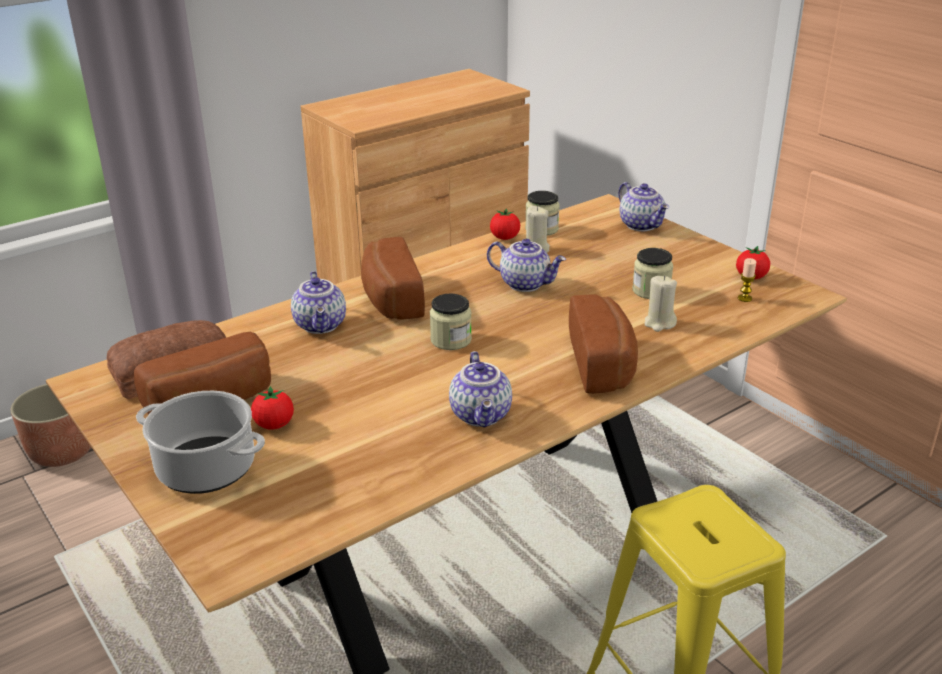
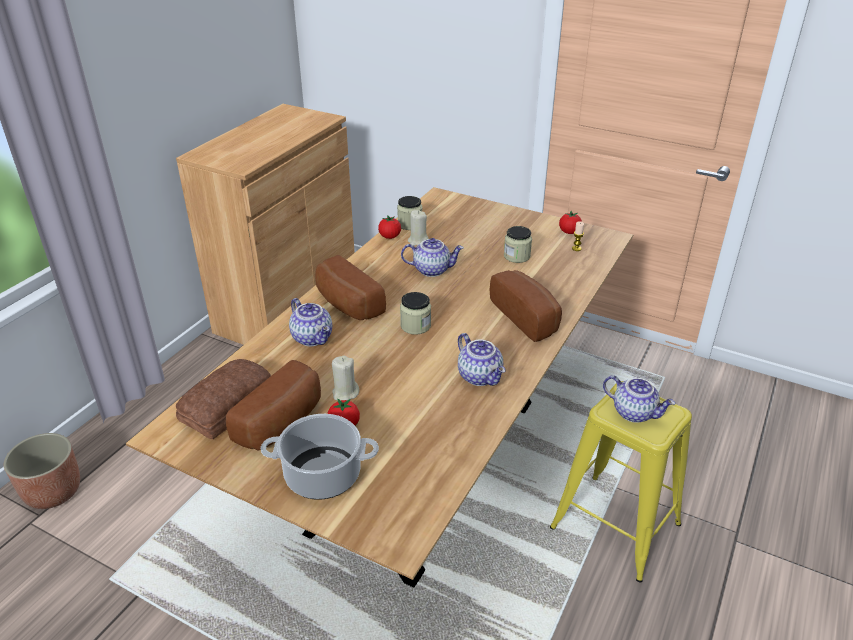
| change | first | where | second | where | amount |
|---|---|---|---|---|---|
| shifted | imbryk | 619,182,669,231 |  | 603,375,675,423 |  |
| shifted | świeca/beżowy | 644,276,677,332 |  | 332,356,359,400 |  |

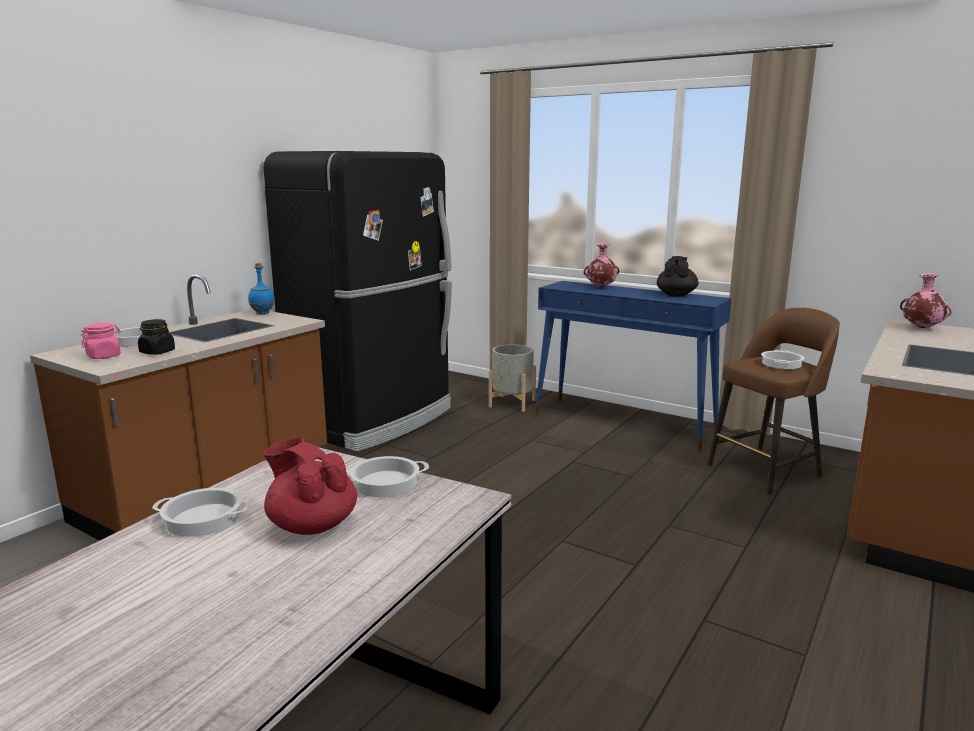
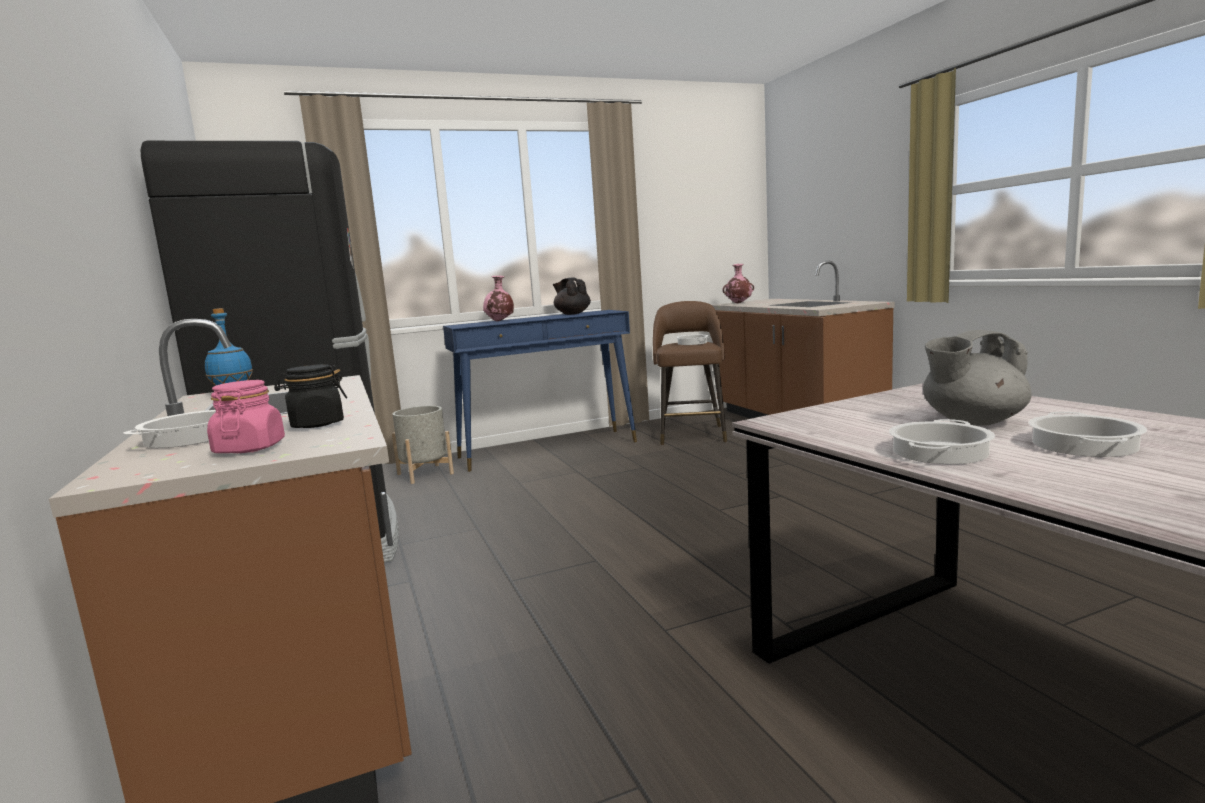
| change | first | where | second | where | amount |
|---|---|---|---|---|---|
| repainted | imbryk/czerwony | 263,438,357,535 | imbryk/szary | 923,330,1031,426 |  |
| shifted | garnek | 346,456,429,497 |  | 1029,412,1147,457 |  |

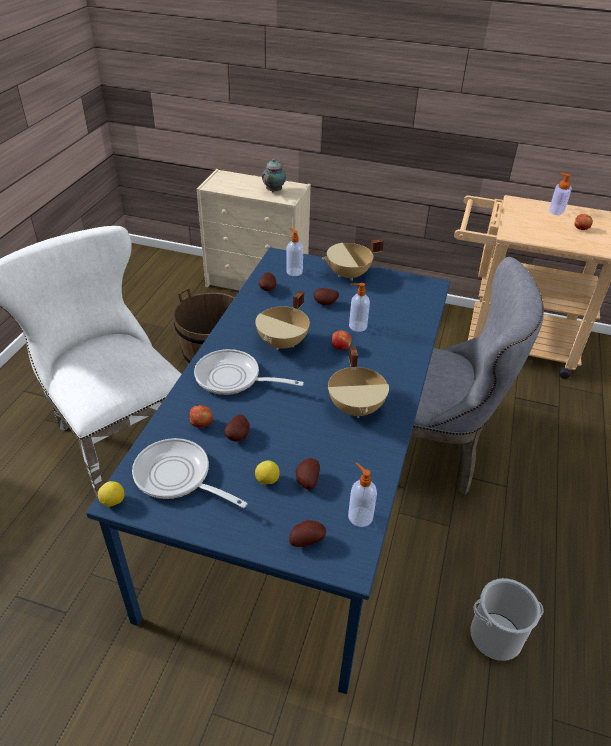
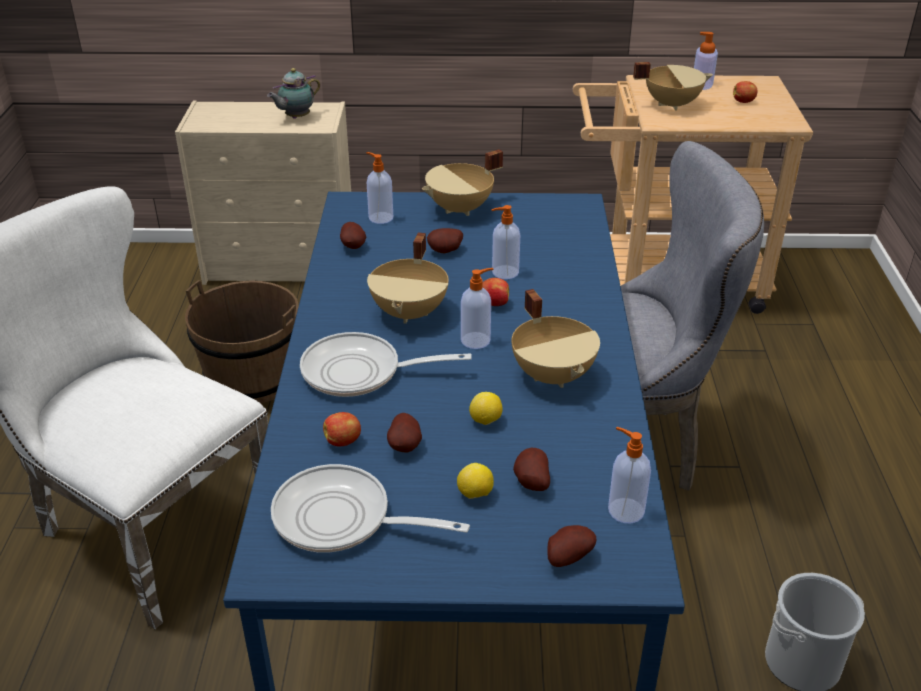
| change | first | where | second | where | amount |
|---|---|---|---|---|---|
| rotated | imbryk | 262,159,286,192 |  | 267,68,320,119 | 135 degrees counterclockwise |
| shifted | cytryna | 98,481,124,507 |  | 469,392,503,425 |  |
| new |  |  | garnek/beżowy | 633,62,713,110 |  |
| new |  |  | dozownik mydła | 461,268,493,349 |  |

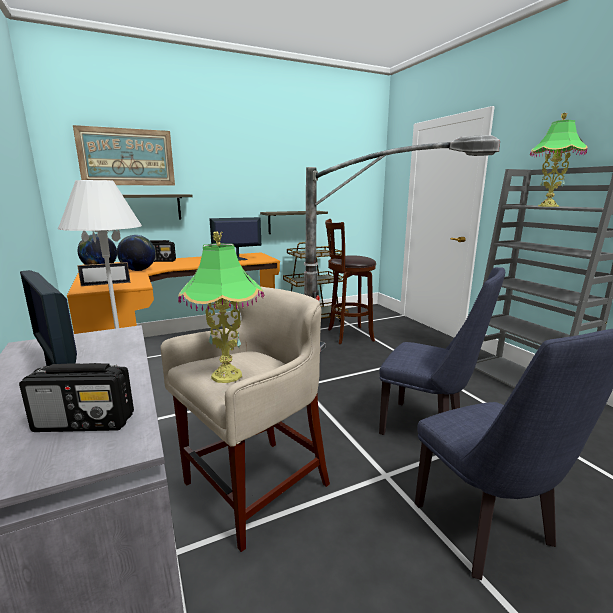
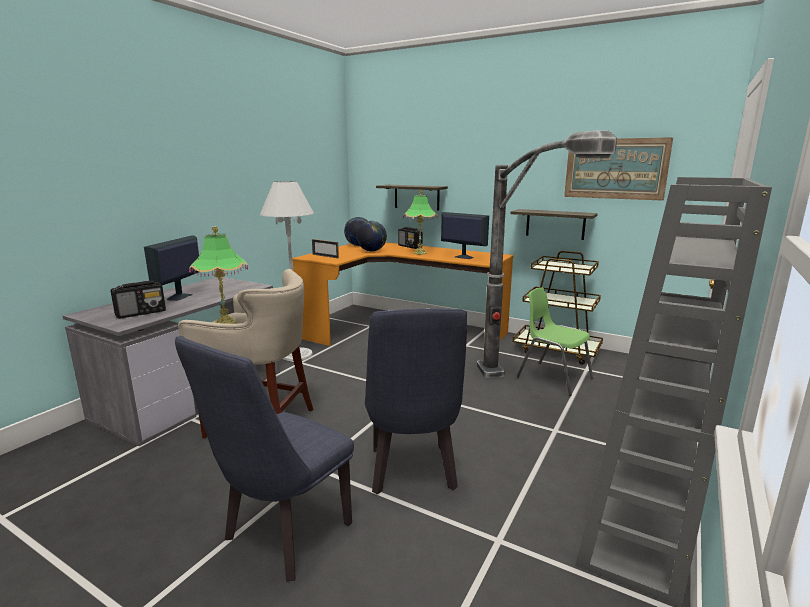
| change | first | where | second | where | amount |
|---|---|---|---|---|---|
| shifted | lampa stołowa | 530,113,587,207 |  | 403,190,438,255 |  |
| shifted | obraz | 73,125,175,186 |  | 564,137,673,201 |  |
| swapped | stołek/brązowy | 325,219,376,344 | krzesło/zielony | 517,288,593,396 |  |
| rotated | radio | 19,363,134,432 |  | 111,280,166,319 | 90 degrees counterclockwise |

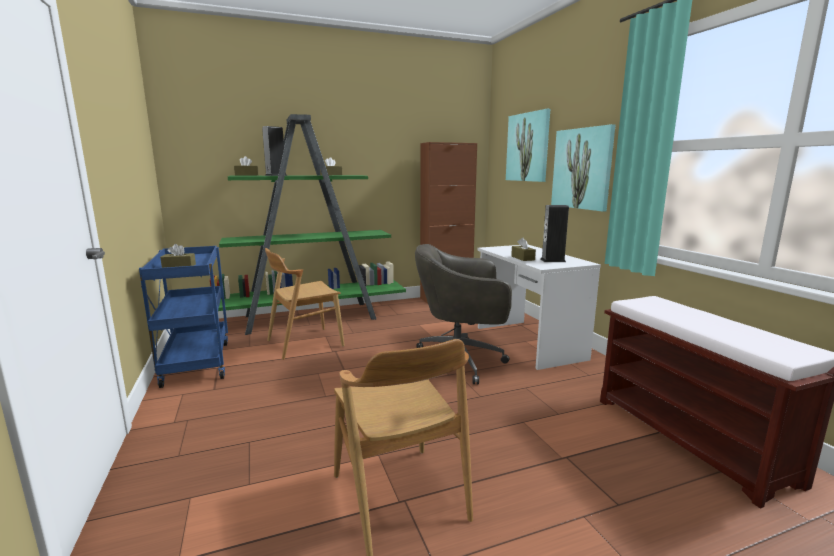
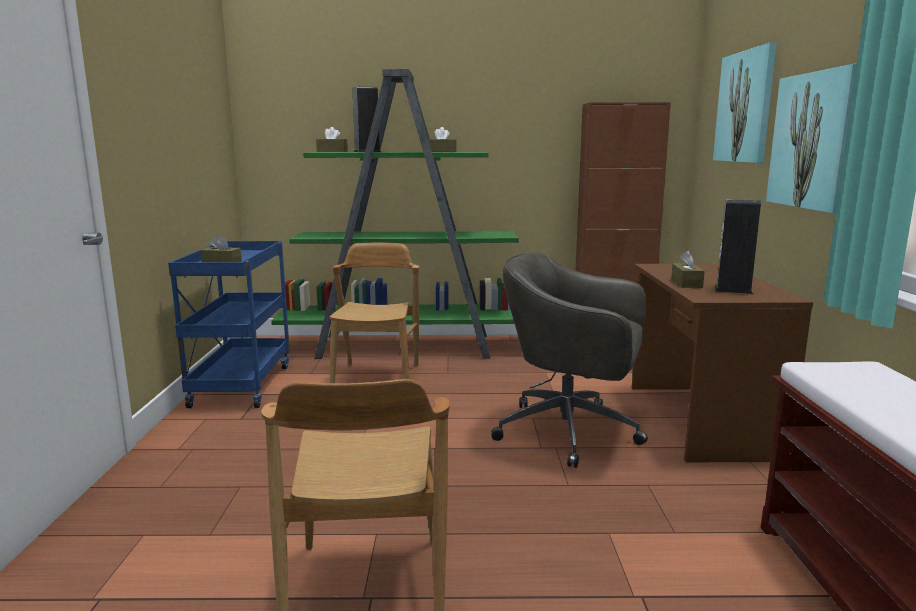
| change | first | where | second | where | amount |
|---|---|---|---|---|---|
| repainted | biurko/biały | 477,245,601,370 | biurko/brązowy | 632,264,813,462 |  |
| rotated | krzesło/brązowy | 265,248,345,360 |  | 329,242,419,383 | 105 degrees clockwise |

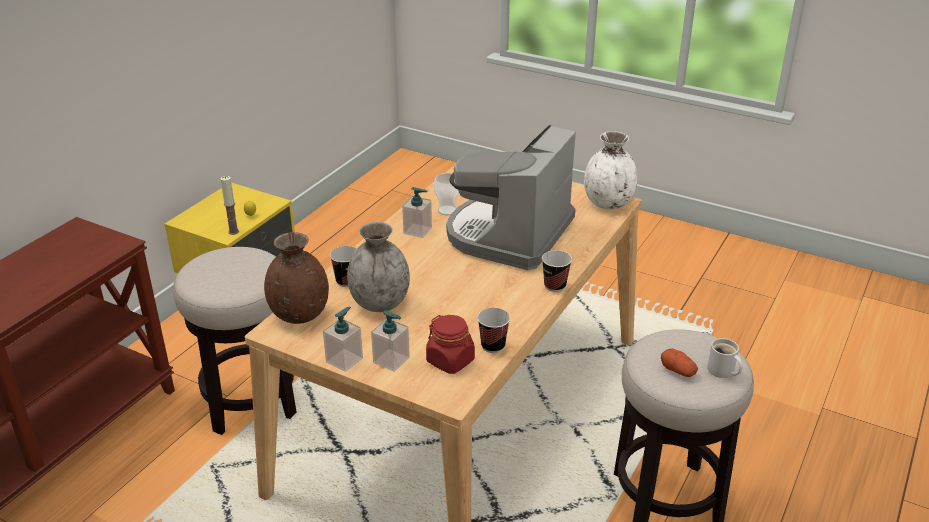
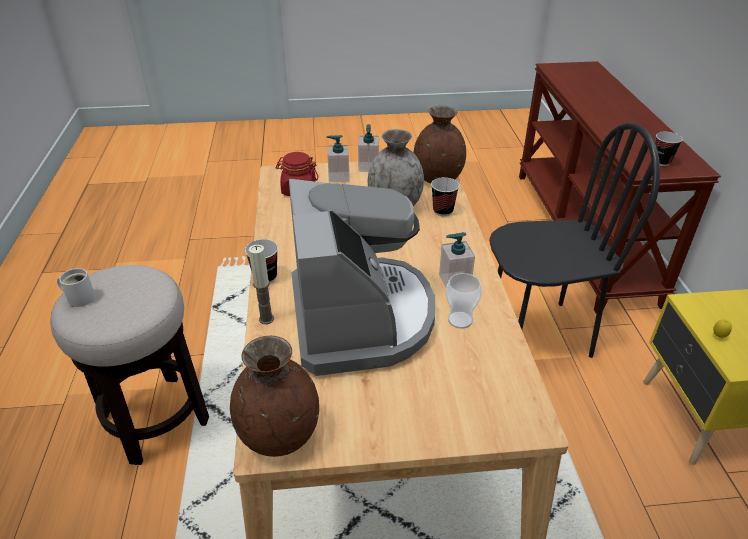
| change | first | where | second | where | amount |
|---|---|---|---|---|---|
| repainted | wazon/biały | 584,131,637,209 | wazon/brązowy | 230,336,319,457 |  |
| shifted | świeca | 220,176,239,235 |  | 249,244,274,324 |  |
| swapped | stołek | 173,247,296,435 | krzesło/czarny | 489,122,660,358 |  |
| shifted | filiżanka | 477,308,510,353 |  | 655,132,683,166 |  |
| gone | ziemniak | 661,349,698,377 |  |  |  |

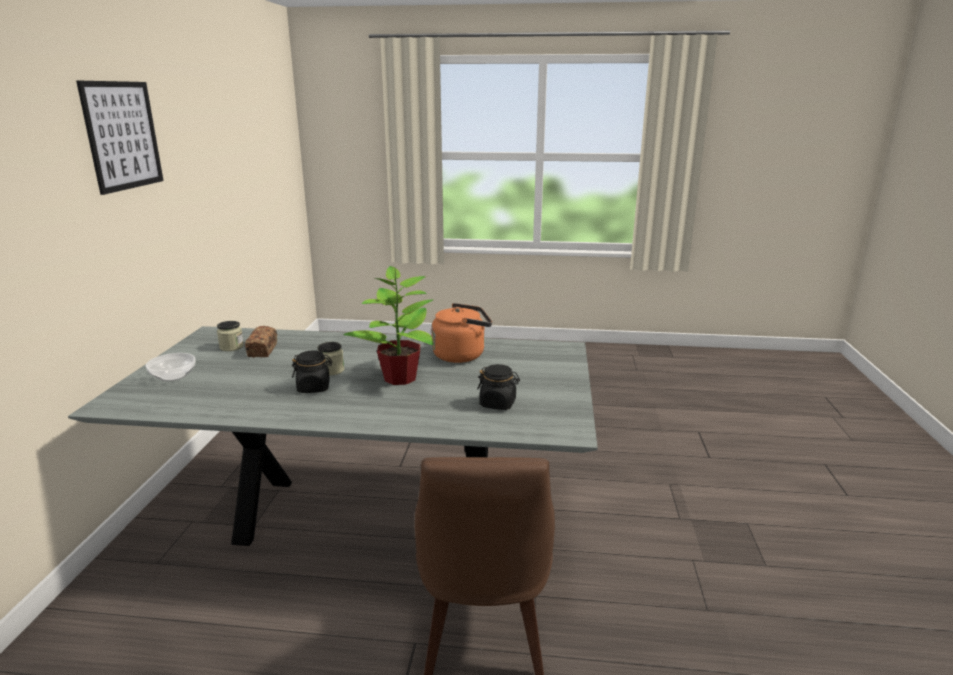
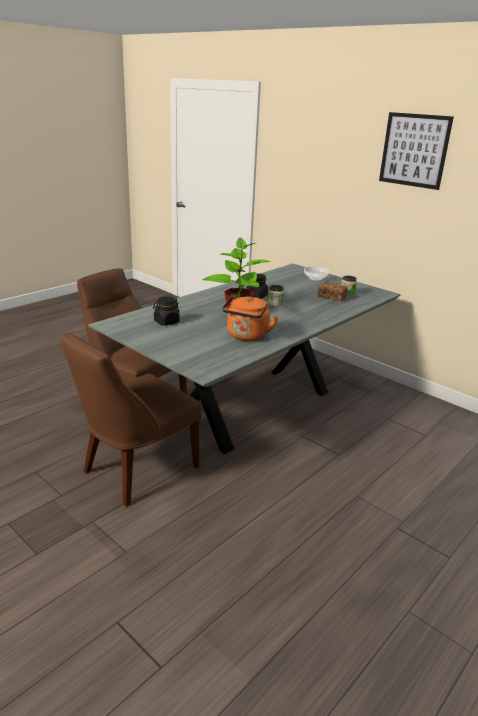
| change | first | where | second | where | amount |
|---|---|---|---|---|---|
| new |  |  | krzesło/brązowy | 61,332,201,507 |  |

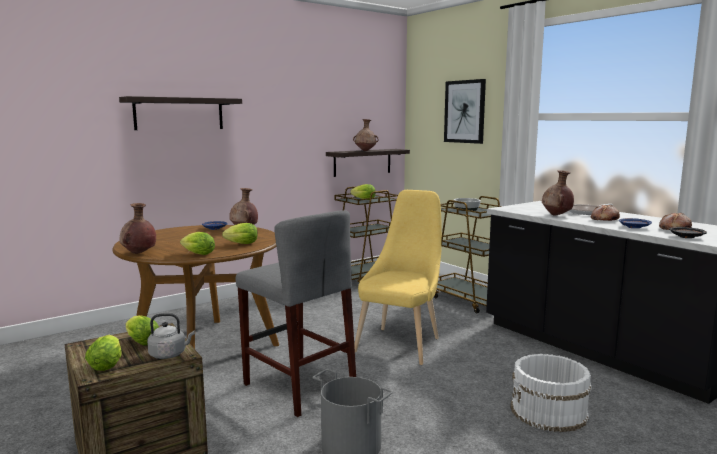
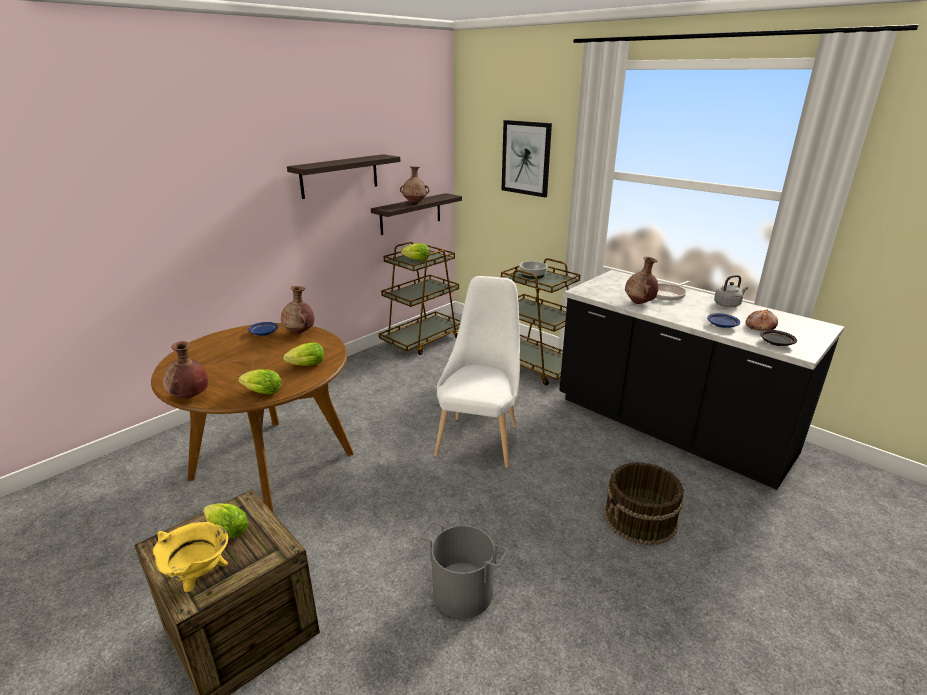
| change | first | where | second | where | amount |
|---|---|---|---|---|---|
| shifted | półka | 119,96,242,130 |  | 287,154,400,199 |  |
| repainted | krzesło/żółty | 354,190,442,365 | krzesło/biały | 434,276,520,468 |  |
| gone | chleb | 591,205,620,221 |  |  |  |
| gone | stołek/szary | 236,210,356,417 |  |  |  |
| shifted | czajnik/szary | 147,313,195,359 |  | 714,275,748,307 |  |
| swapped | sałata | 85,335,122,371 | garnek/żółty | 153,522,228,592 |  |
| repainted | wiadro/biały | 511,354,592,432 | wiadro/brązowy | 604,462,684,546 |  |

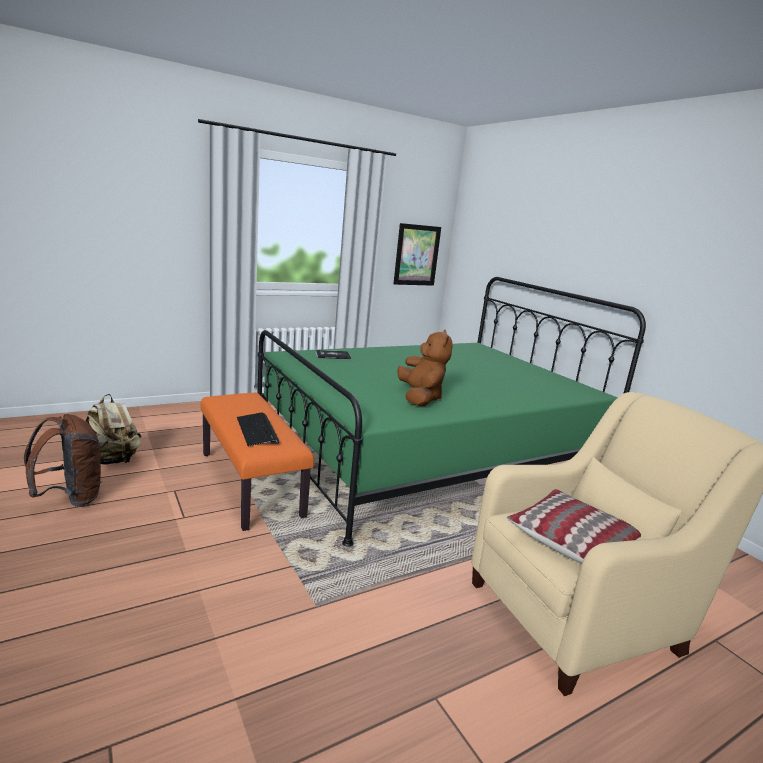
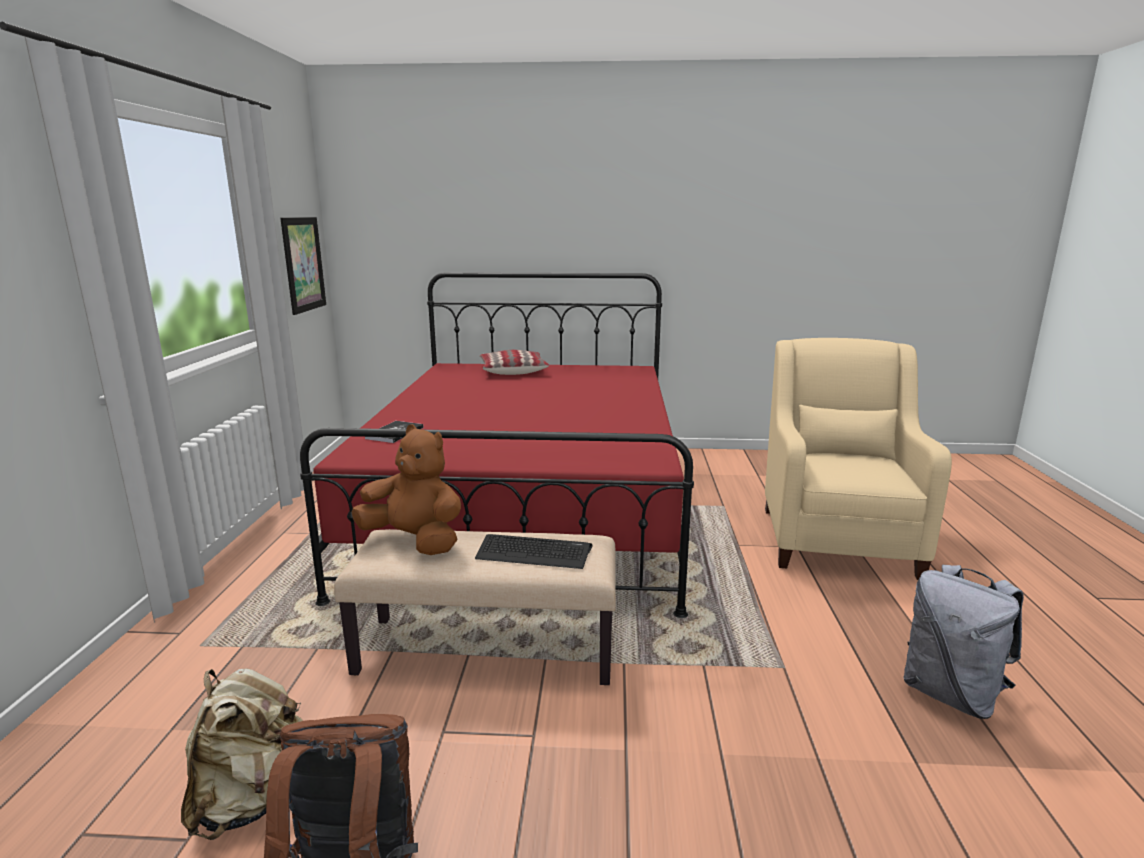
| change | first | where | second | where | amount |
|---|---|---|---|---|---|
| repainted | łóżko/zielony | 258,277,646,547 | łóżko/czerwony | 300,272,694,618 |  |
| shifted | pluszak/brązowy | 397,329,453,406 |  | 351,424,461,555 |  |
| repainted | ławka/pomarańczowy | 200,393,314,531 | ławka/beżowy | 334,529,616,685 |  |
| shifted | poduszka | 506,489,641,564 |  | 479,350,549,375 |  |
| new |  |  | plecak/szary | 903,565,1024,719 |  |

